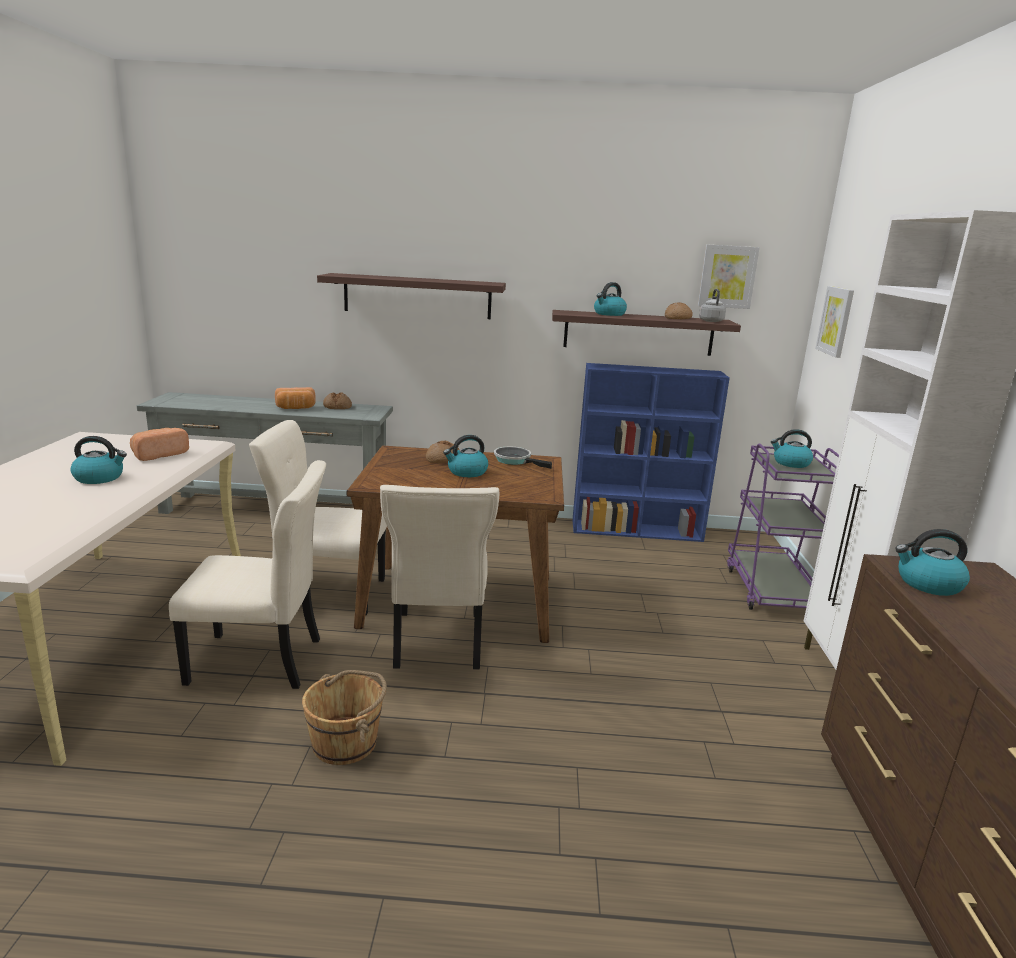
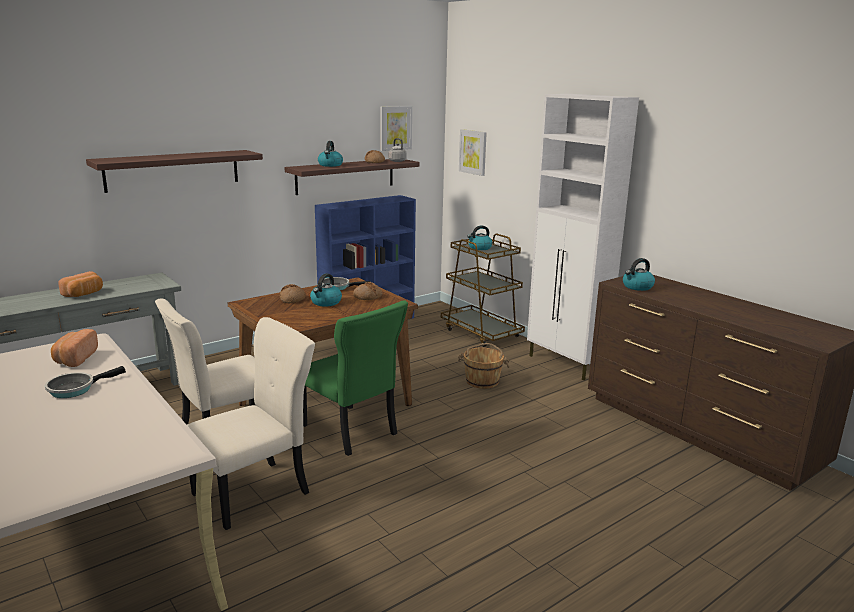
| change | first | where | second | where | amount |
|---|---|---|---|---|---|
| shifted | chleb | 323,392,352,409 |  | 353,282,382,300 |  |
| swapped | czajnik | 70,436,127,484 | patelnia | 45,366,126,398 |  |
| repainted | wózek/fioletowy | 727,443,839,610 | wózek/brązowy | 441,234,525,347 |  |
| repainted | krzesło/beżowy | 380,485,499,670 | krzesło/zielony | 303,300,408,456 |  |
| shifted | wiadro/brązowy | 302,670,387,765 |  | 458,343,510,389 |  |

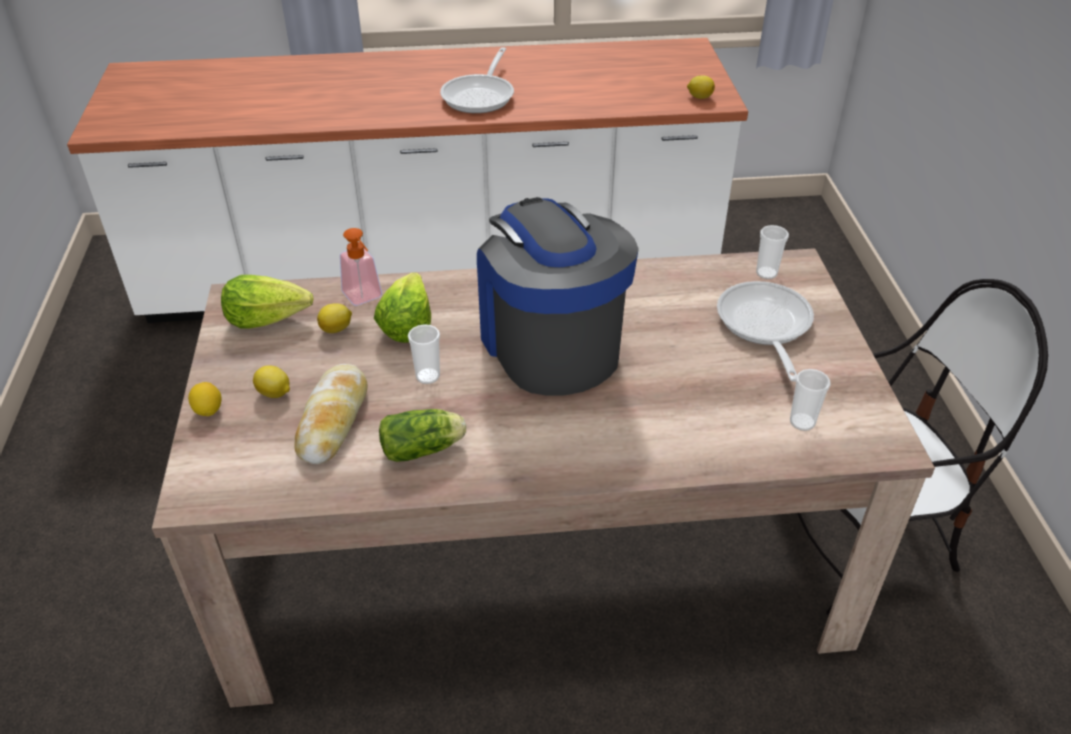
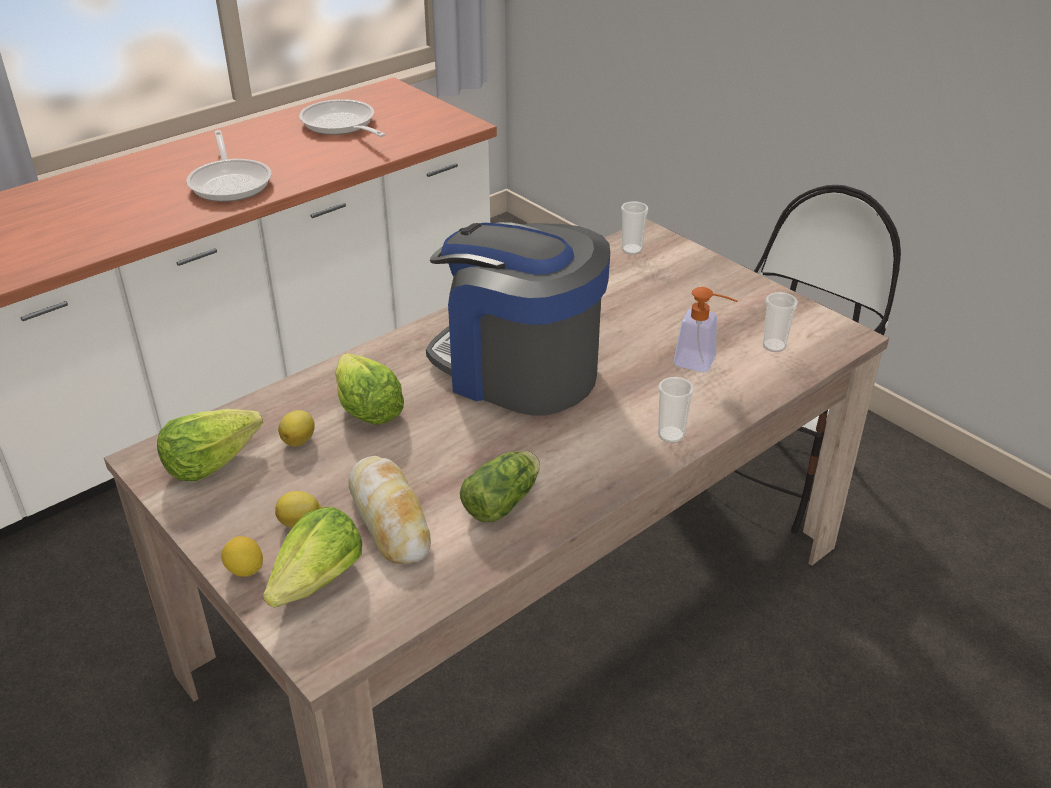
| change | first | where | second | where | amount |
|---|---|---|---|---|---|
| gone | cytryna | 687,75,715,99 |  |  |  |
| shifted | dozownik mydła | 340,228,382,306 |  | 674,287,738,372 |  |
| shifted | patelnia | 717,281,814,382 |  | 299,99,386,137 |  |
| shifted | filiżanka | 408,324,440,384 |  | 658,377,694,443 |  |
| new |  |  | sałata | 263,507,362,608 |  |

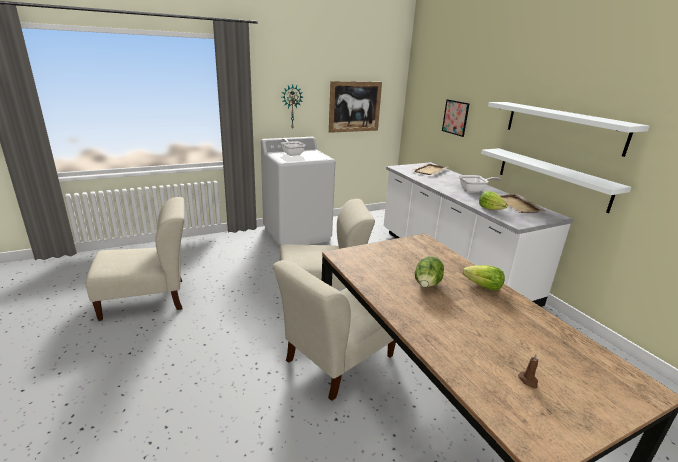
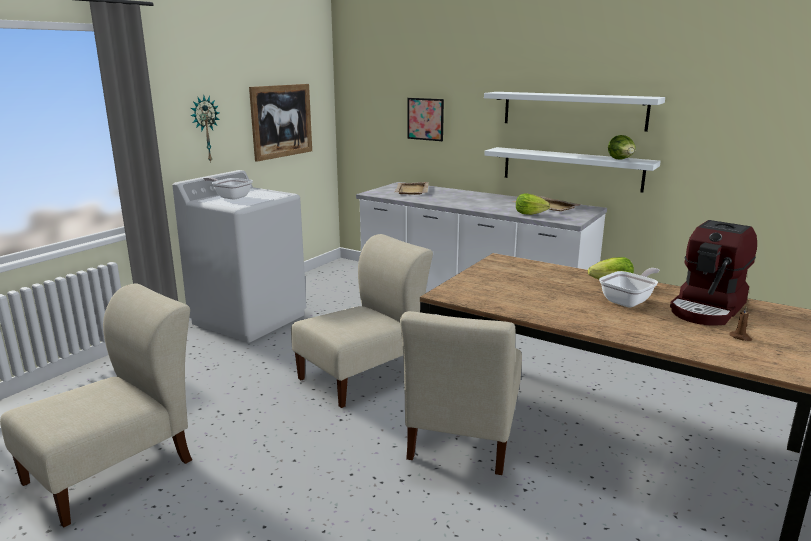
| change | first | where | second | where | amount |
|---|---|---|---|---|---|
| shifted | patelnia | 459,175,501,192 |  | 599,268,659,308 |  |
| shifted | sałata | 415,256,444,287 |  | 608,135,636,160 |  |
| new |  |  | ekspres do kawy | 670,220,757,326 |  |

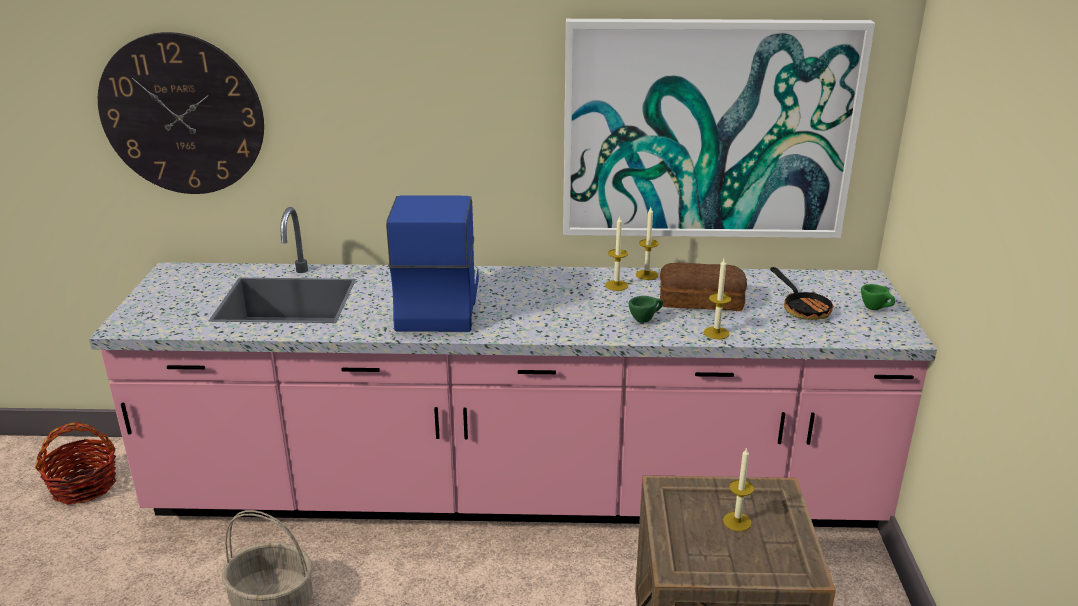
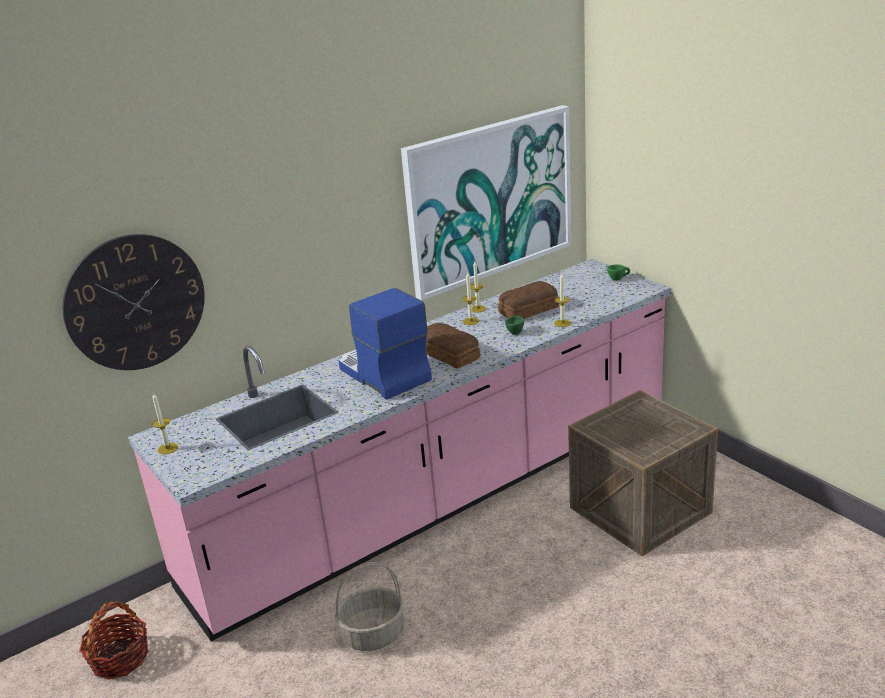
| change | first | where | second | where | amount |
|---|---|---|---|---|---|
| gone | patelnia | 770,267,836,320 |  |  |  |
| shifted | świeca | 723,447,754,531 |  | 152,392,178,454 |  |
| new |  |  | chleb | 426,323,480,369 |  |

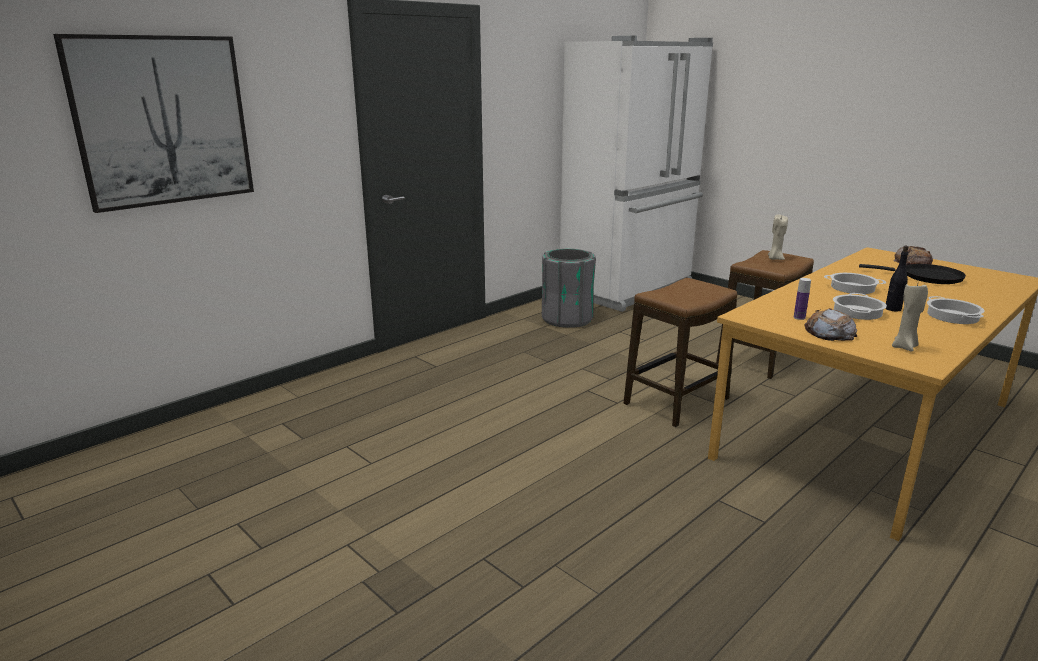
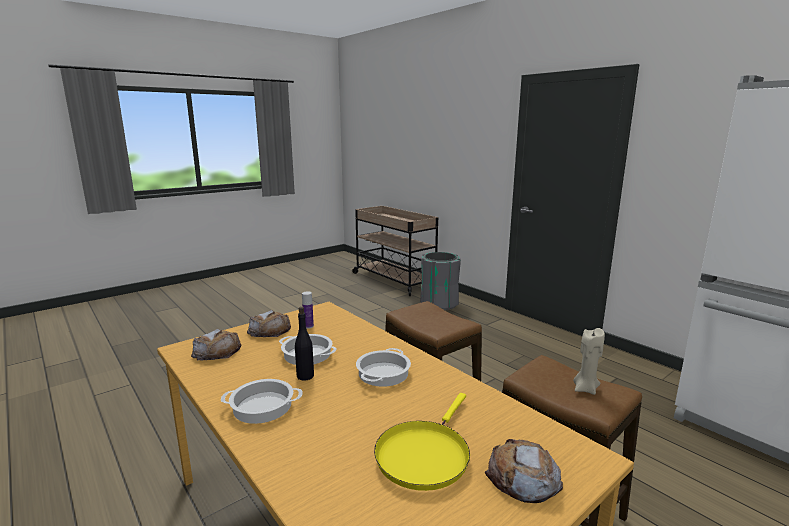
| change | first | where | second | where | amount |
|---|---|---|---|---|---|
| gone | obraz | 53,34,254,213 |  |  |  |
| shifted | kosz na śmieci/szary | 542,249,596,328 |  | 420,252,461,310 |  |
| repainted | patelnia/czarny | 859,264,966,284 | patelnia/żółty | 374,393,470,491 |  |
| swapped | świeca/beżowy | 892,284,928,352 | chleb | 191,329,241,360 |  |
| new |  |  | wózek/beżowy | 352,206,438,296 |  |

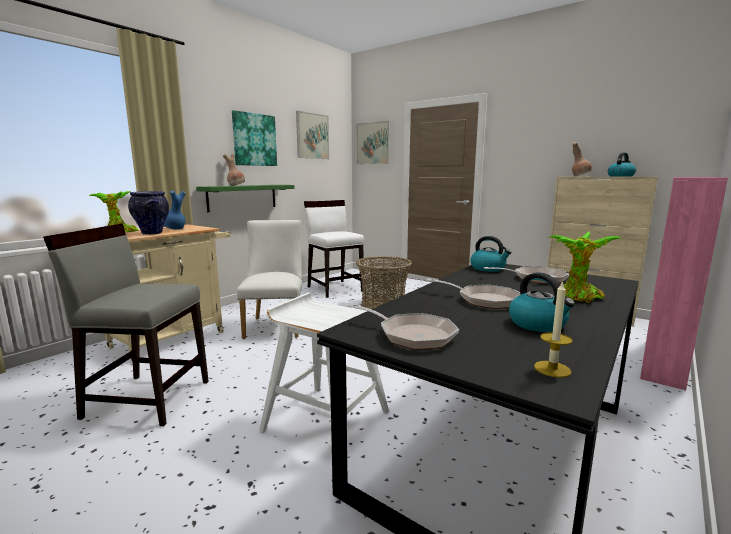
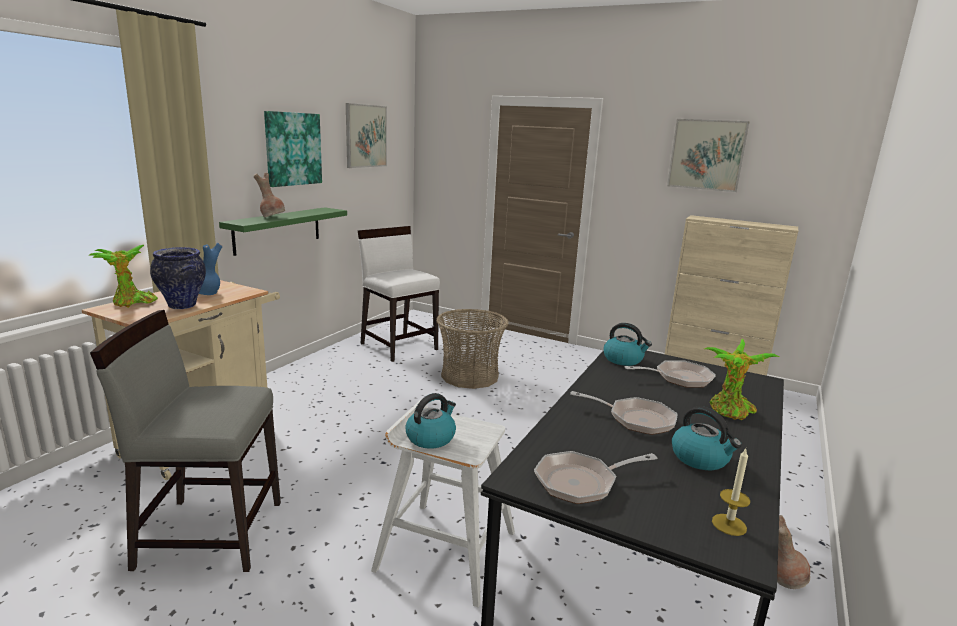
| change | first | where | second | where | amount |
|---|---|---|---|---|---|
| shifted | obraz | 356,121,390,164 |  | 667,119,750,192 |  |
| shifted | wazon/brązowy | 572,142,592,176 |  | 777,515,810,589 |  |
| shifted | czajnik | 608,152,636,176 |  | 405,393,456,449 |  |
| gone | szafka/różowy | 640,177,728,390 |  |  |  |
| gone | krzesło/biały | 237,220,302,339 |  |  |  |
| rotated | patelnia | 347,303,459,350 |  | 534,451,657,504 | 135 degrees clockwise |

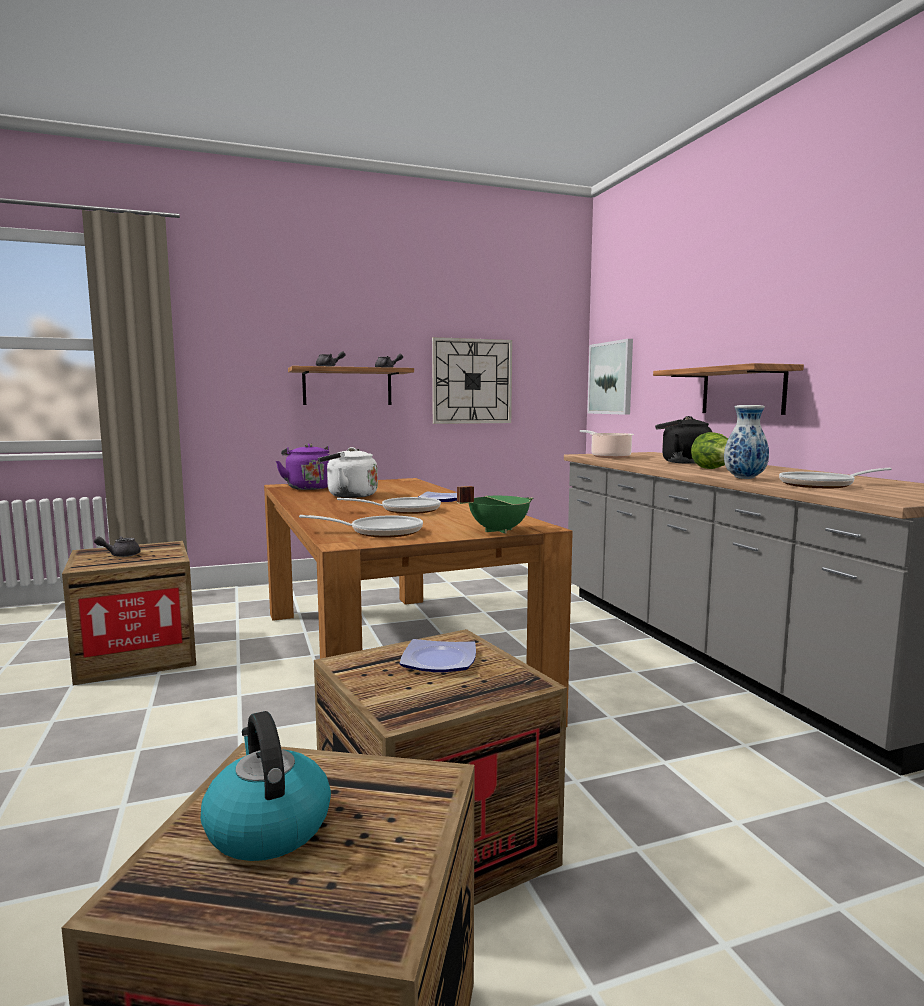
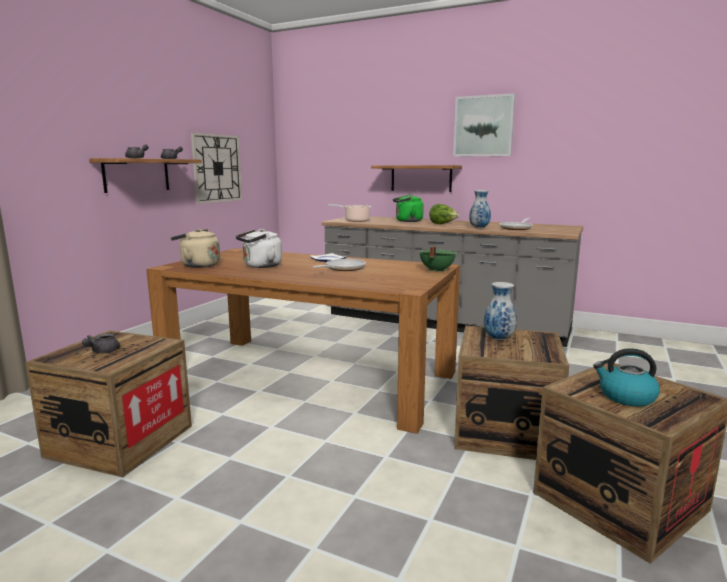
| change | first | where | second | where | amount |
|---|---|---|---|---|---|
| shifted | obraz | 587,339,633,415 |  | 453,93,515,157 |  |
| repainted | czajnik/czarny | 655,416,712,464 | czajnik/zielony | 393,194,424,222 |  |
| repainted | czajnik/fioletowy | 276,444,330,490 | czajnik/beżowy | 171,229,220,268 |  |
| gone | patelnia | 299,515,423,538 |  |  |  |
| swapped | talerz | 400,639,476,672 | wazon | 484,282,517,340 |  |

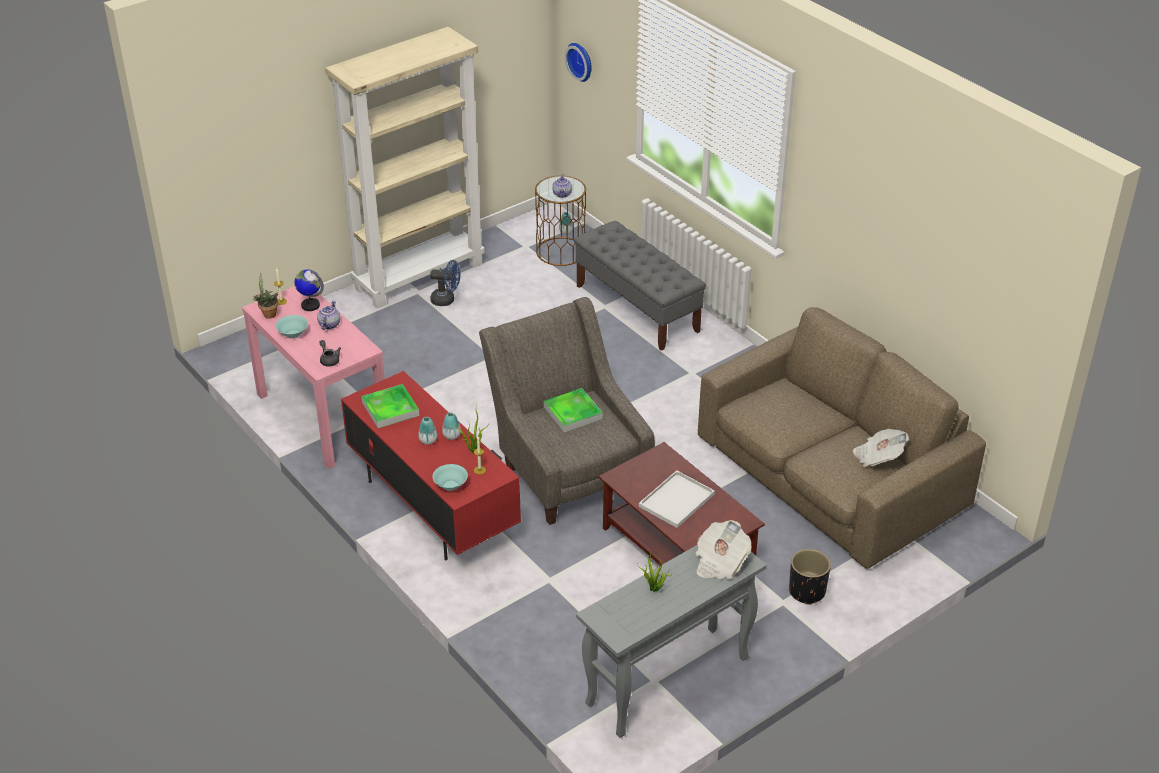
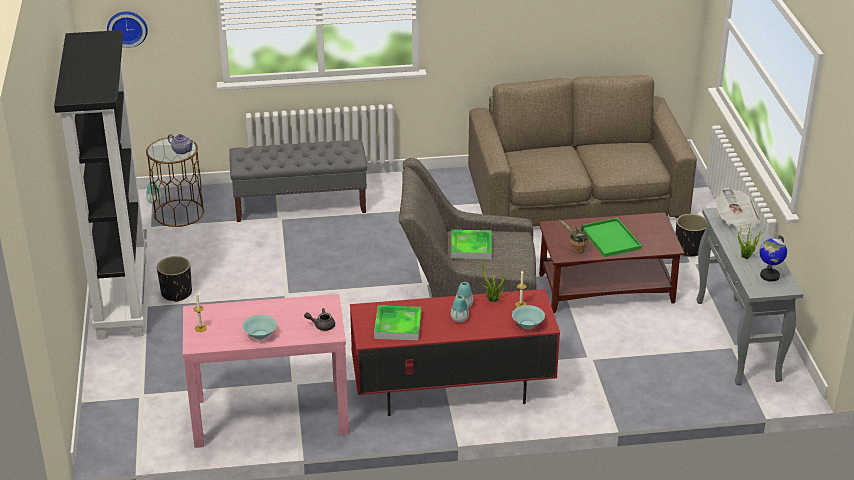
| change | first | where | second | where | amount |
|---|---|---|---|---|---|
| repainted | regał/beżowy | 325,27,485,309 | regał/czarny | 54,30,147,340 |  |
| swapped | wentylator/niebieski | 430,260,460,306 | donica/czarny | 157,256,192,302 |  |
| shifted | globus | 294,269,324,311 |  | 759,235,787,282 |  |
| shifted | roślina doniczkowa | 252,272,278,319 |  | 558,219,589,254 |  |
| gone | imbryk | 317,301,340,330 |  |  |  |
| gone | gazeta | 853,429,909,467 |  |  |  |
| repainted | taca/biały | 639,470,715,528 | taca/zielony | 583,218,642,257 |  |

